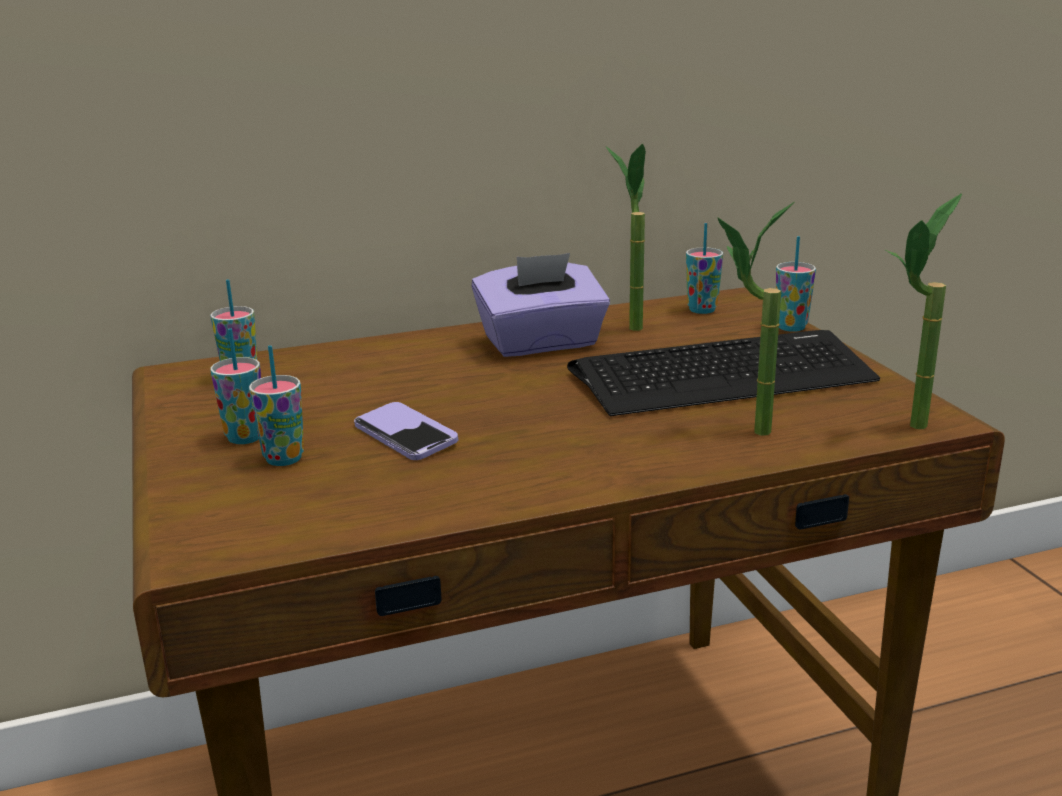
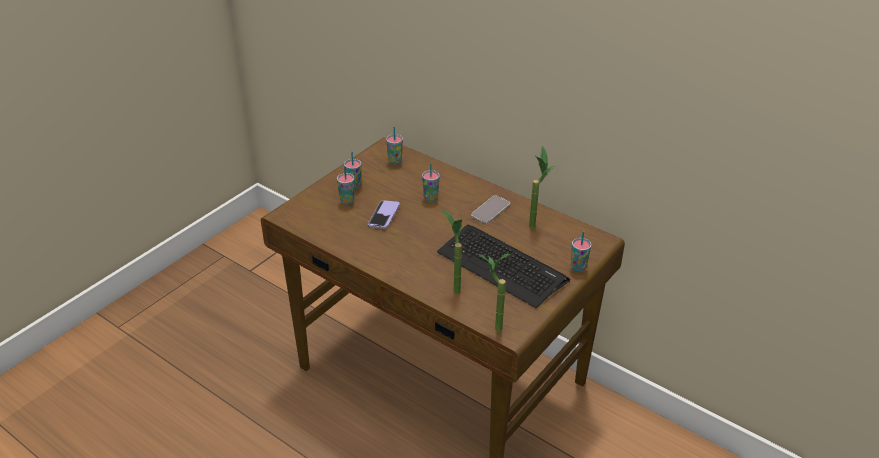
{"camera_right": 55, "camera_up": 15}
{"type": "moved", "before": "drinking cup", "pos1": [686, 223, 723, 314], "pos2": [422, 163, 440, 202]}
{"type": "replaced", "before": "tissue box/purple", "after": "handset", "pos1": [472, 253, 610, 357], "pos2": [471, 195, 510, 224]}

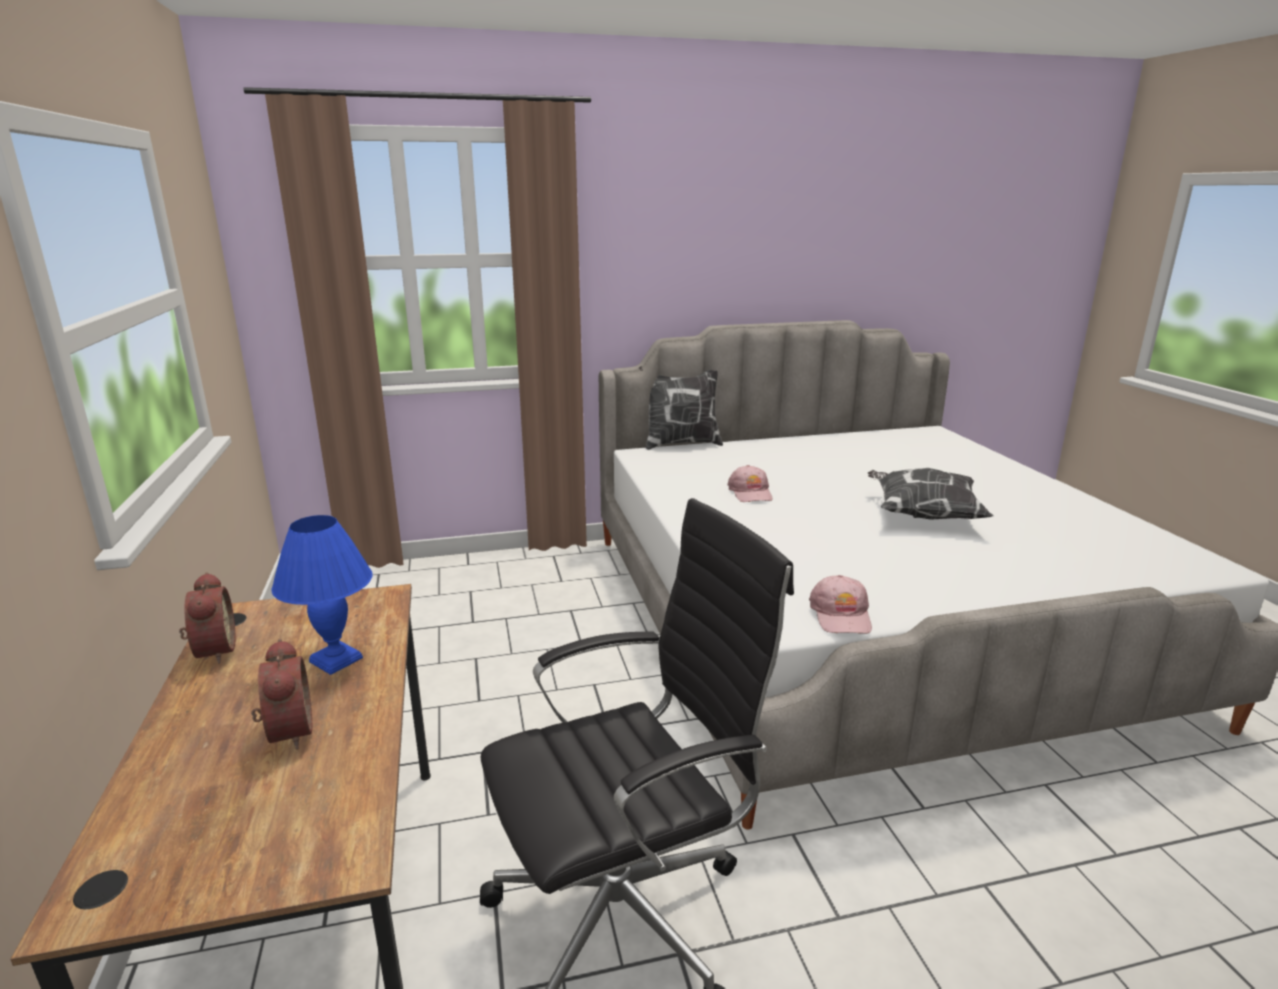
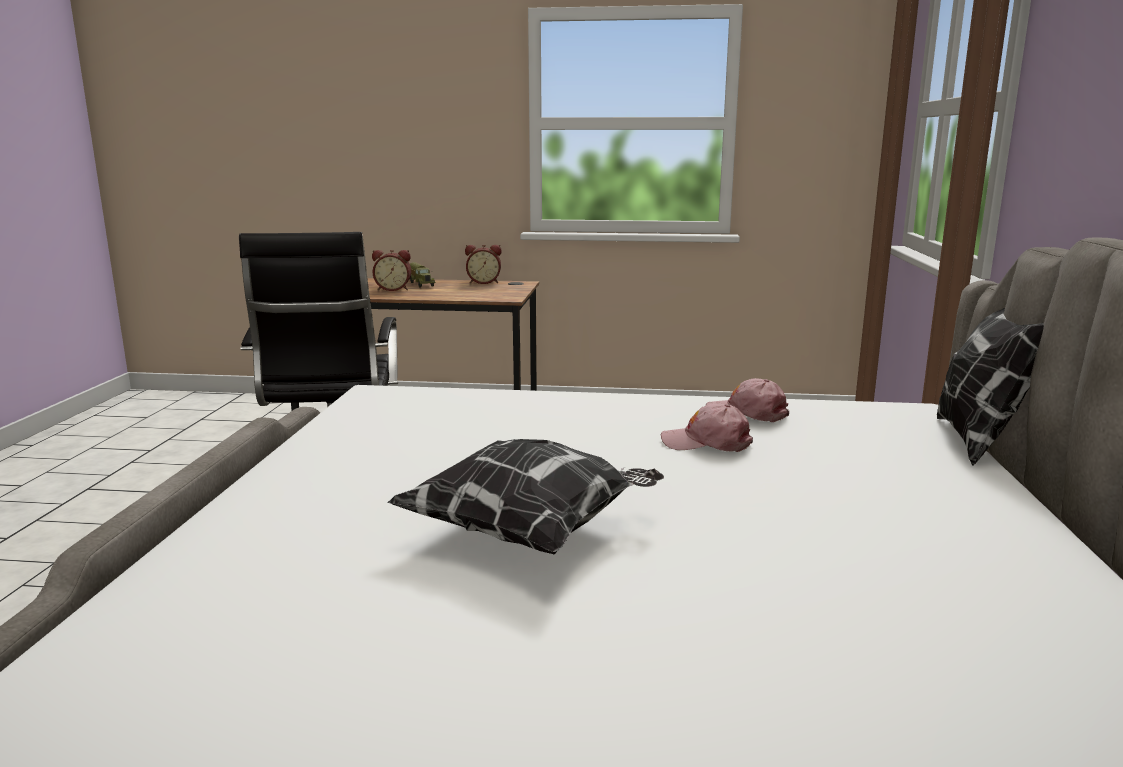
{"camera_right": 110, "camera_up": -5}
{"type": "added", "after": "toy lorry", "pos2": [410, 262, 435, 288]}
{"type": "moved", "before": "cap/pink-coloured", "pos1": [809, 575, 872, 634], "pos2": [706, 378, 789, 422]}
{"type": "removed", "before": "tabletop lamp/blue", "pos1": [272, 515, 373, 675]}

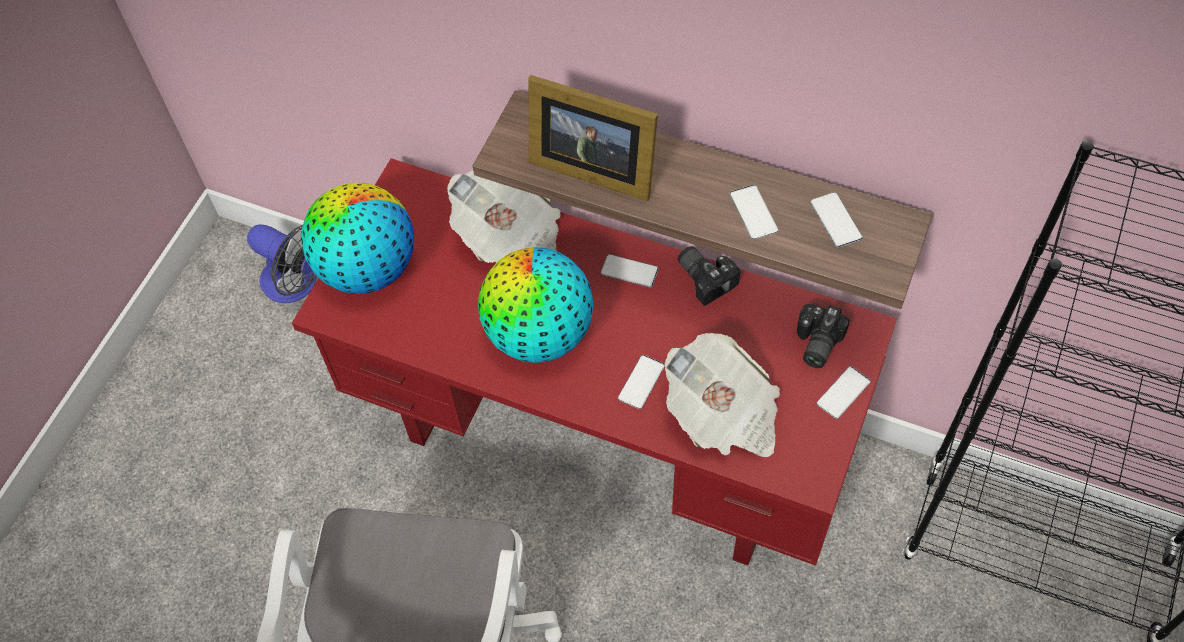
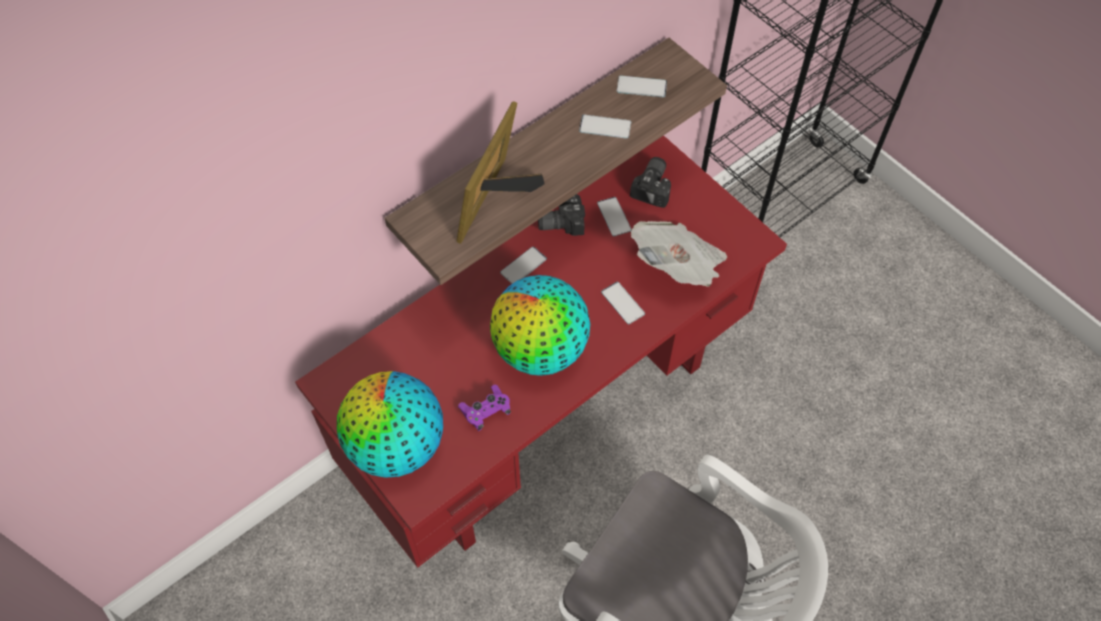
{"camera_right": -65, "camera_up": 0}
{"type": "turned", "before": "standing frame", "pos1": [529, 75, 658, 201], "pos2": [456, 101, 545, 244], "turn": 150}
{"type": "added", "after": "gamepad/purple", "pos2": [458, 384, 511, 431]}
{"type": "moved", "before": "handset", "pos1": [816, 366, 871, 419], "pos2": [597, 197, 632, 236]}
{"type": "turned", "before": "still camera", "pos1": [797, 304, 850, 368], "pos2": [630, 157, 671, 208], "turn": -120}
{"type": "removed", "before": "electric fan", "pos1": [247, 224, 317, 303]}
{"type": "removed", "before": "printed paper", "pos1": [447, 170, 561, 263]}

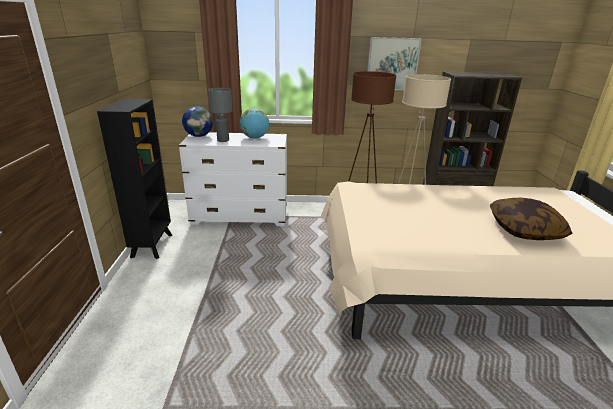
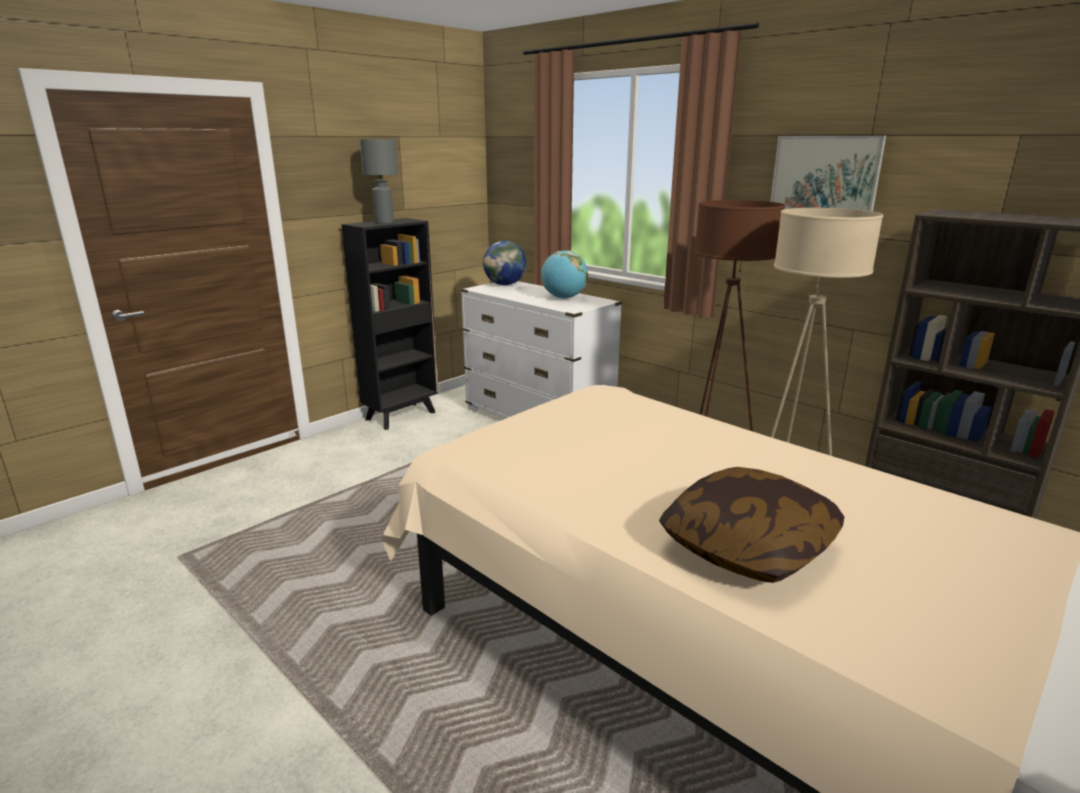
{"camera_right": 45, "camera_up": -5}
{"type": "moved", "before": "tabletop lamp/gray", "pos1": [208, 88, 232, 142], "pos2": [360, 139, 398, 224]}

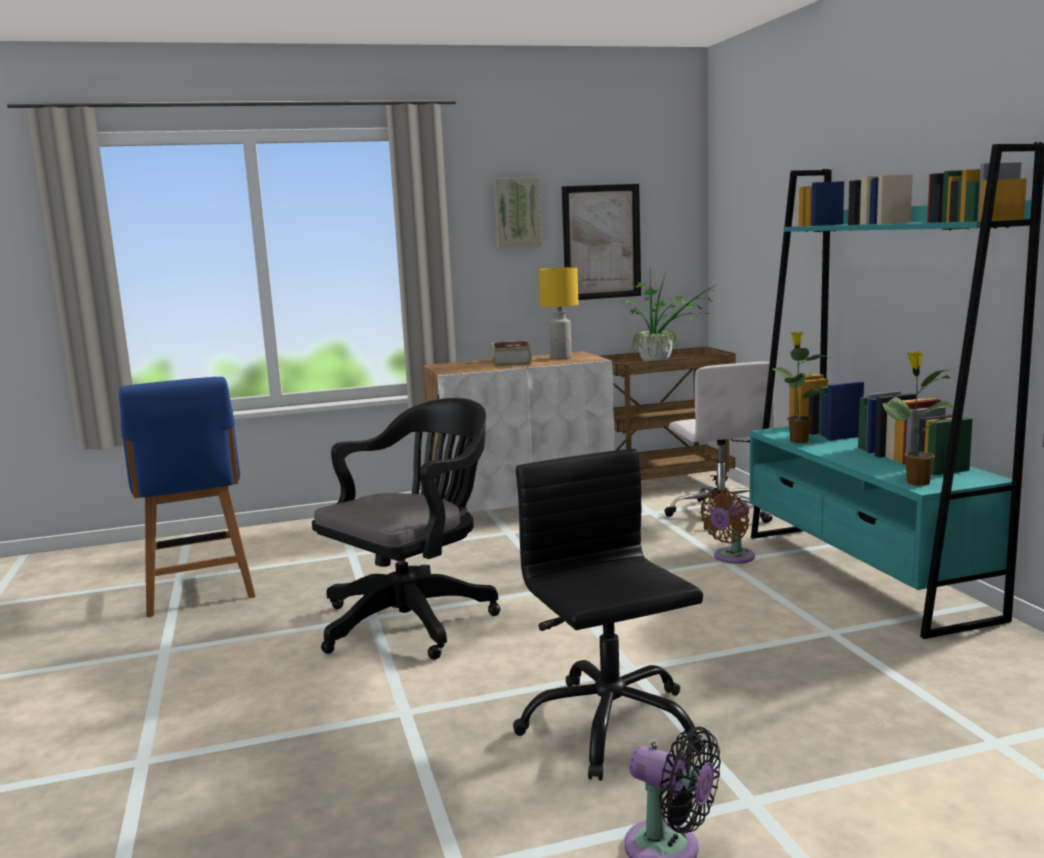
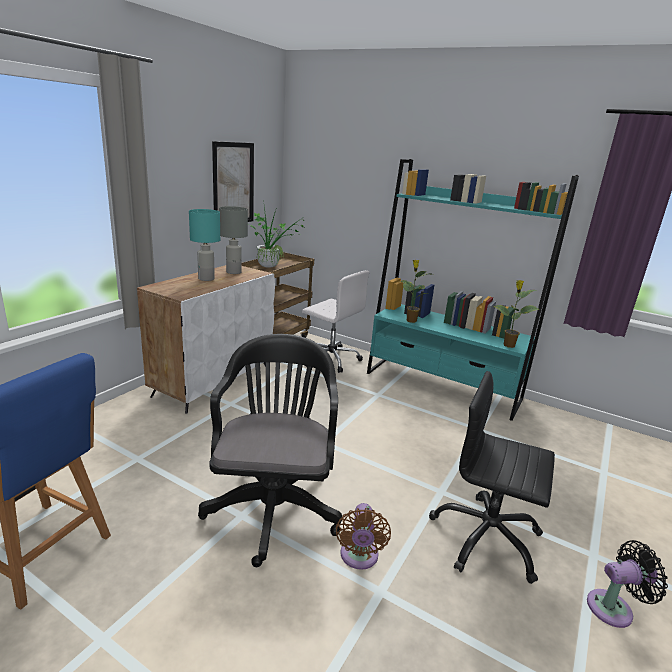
{"camera_right": -45, "camera_up": 10}
{"type": "replaced", "before": "bound book", "after": "tabletop lamp/turquoise-coloured", "pos1": [492, 341, 532, 367], "pos2": [189, 209, 220, 281]}
{"type": "recoloured", "before": "tabletop lamp/yellow", "after": "tabletop lamp/gray", "pos1": [539, 267, 579, 359], "pos2": [219, 206, 248, 274]}
{"type": "moved", "before": "electric fan/brownish", "pos1": [700, 489, 755, 564], "pos2": [336, 503, 391, 570]}
{"type": "removed", "before": "wall picture", "pos1": [494, 177, 542, 248]}

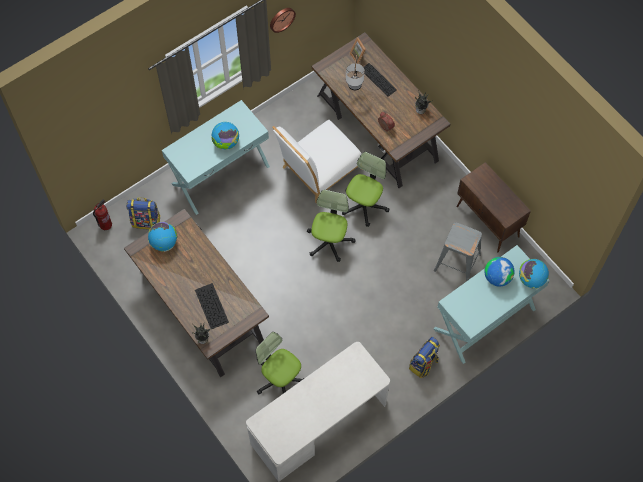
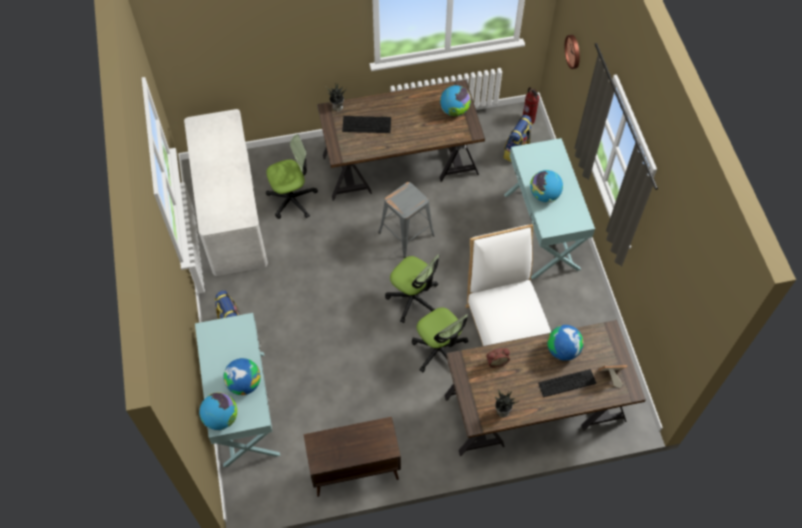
{"camera_right": 115, "camera_up": -5}
{"type": "moved", "before": "sitting stool/gray", "pos1": [434, 223, 482, 281], "pos2": [378, 182, 435, 258]}
{"type": "replaced", "before": "tabletop lamp", "after": "world globe", "pos1": [346, 54, 364, 90], "pos2": [547, 325, 583, 361]}
{"type": "moved", "before": "clock on the wall", "pos1": [270, 8, 296, 33], "pos2": [565, 35, 580, 69]}

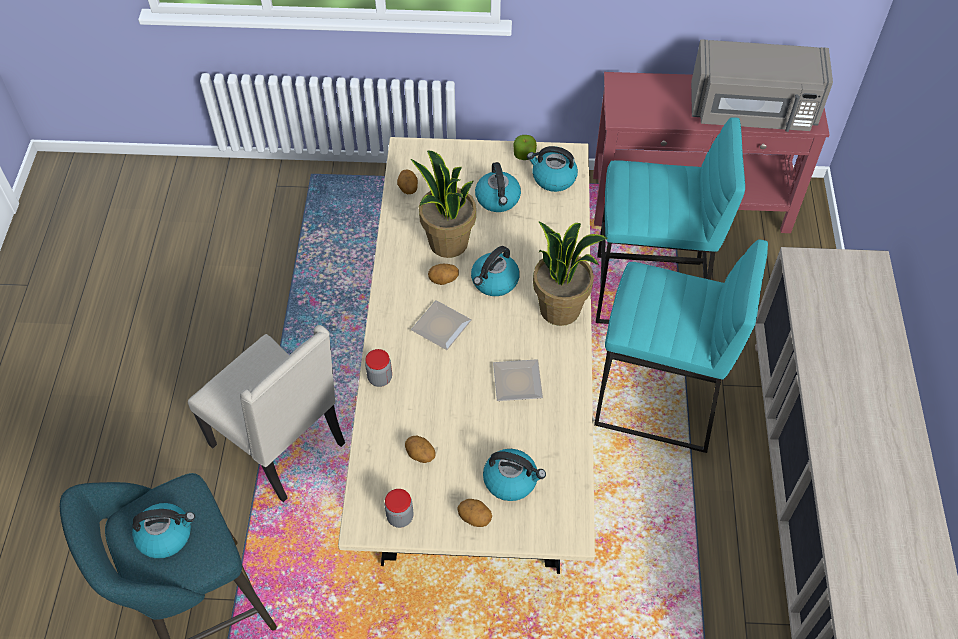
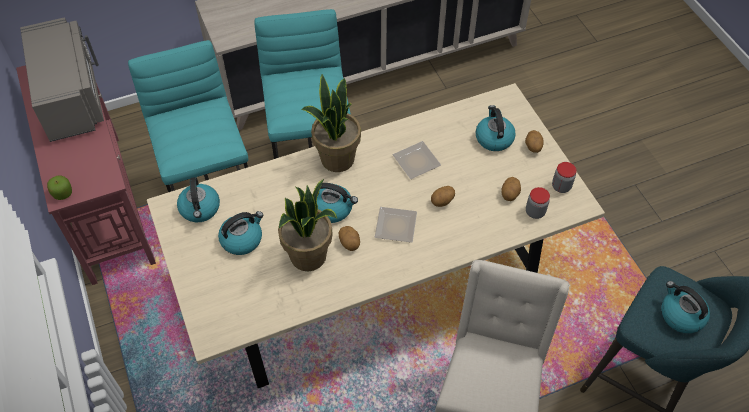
{"camera_right": -115, "camera_up": 0}
{"type": "moved", "before": "apple", "pos1": [514, 135, 537, 160], "pos2": [47, 176, 72, 200]}
{"type": "moved", "before": "spud", "pos1": [397, 169, 418, 194], "pos2": [431, 186, 455, 207]}
{"type": "moved", "before": "jar", "pos1": [365, 349, 392, 387], "pos2": [526, 187, 550, 219]}

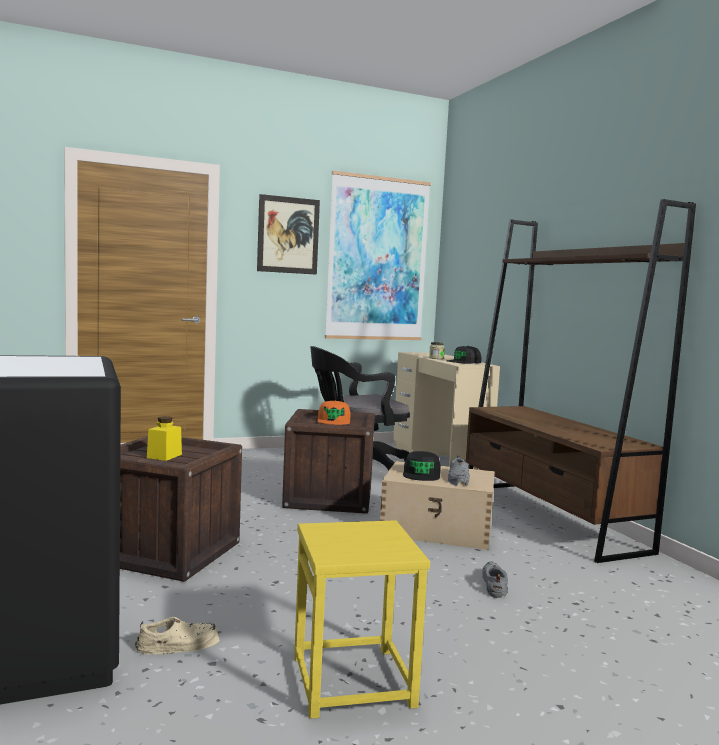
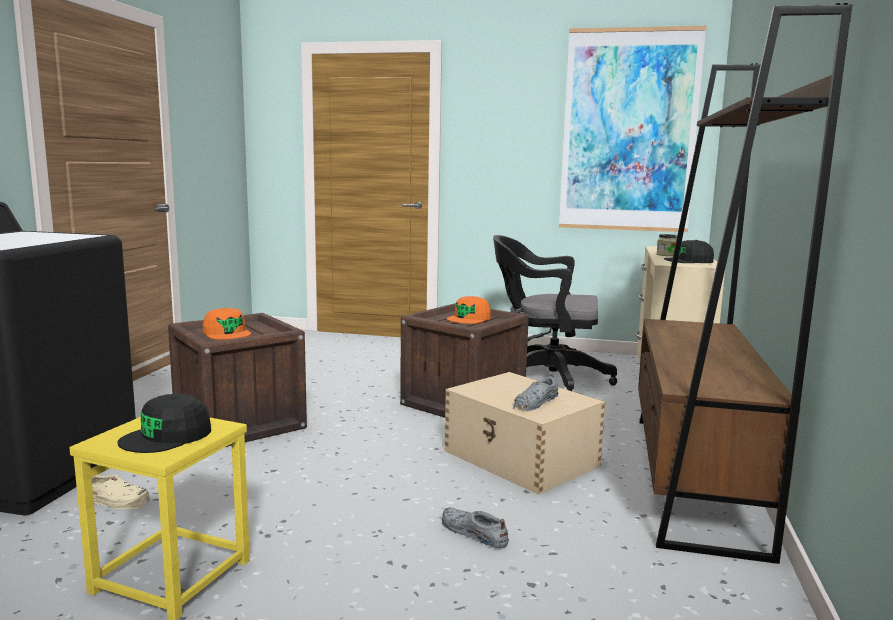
{"camera_right": 35, "camera_up": 5}
{"type": "moved", "before": "cap/blackish", "pos1": [403, 451, 441, 481], "pos2": [118, 394, 211, 453]}
{"type": "replaced", "before": "jar/yellow", "after": "cap/orange-coloured", "pos1": [147, 416, 182, 461], "pos2": [203, 308, 251, 340]}
{"type": "turned", "before": "shoe/gray", "pos1": [482, 562, 508, 598], "pos2": [442, 508, 509, 549], "turn": -90}
{"type": "removed", "before": "wall picture", "pos1": [257, 194, 320, 275]}

